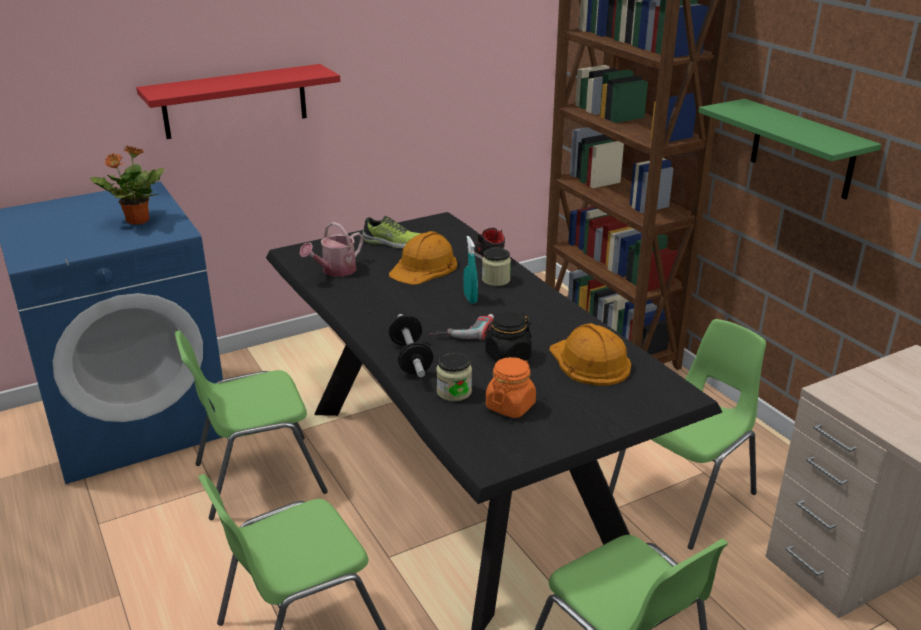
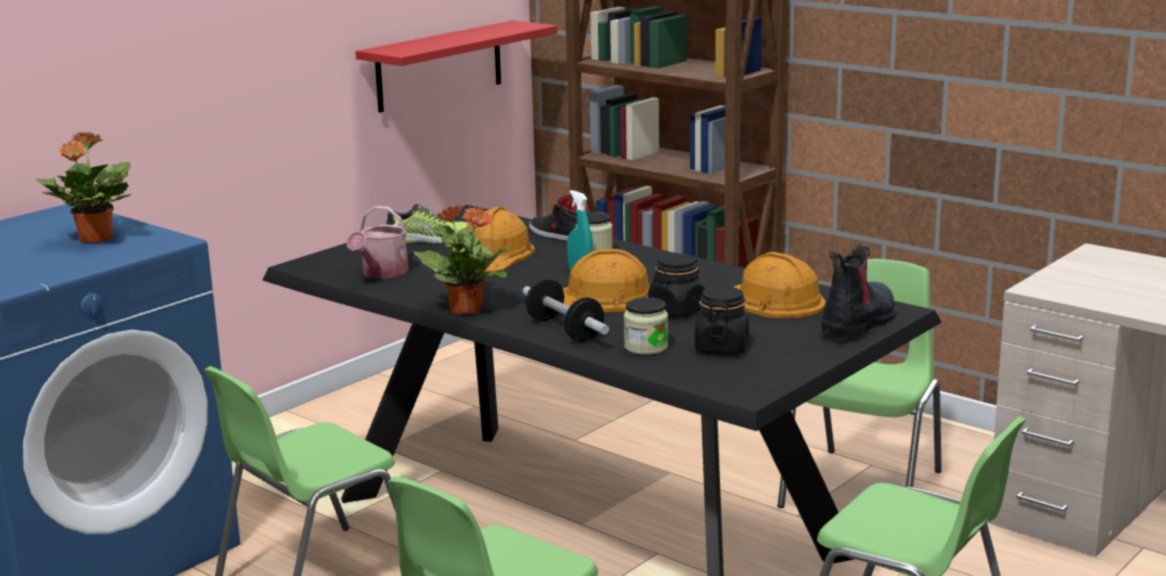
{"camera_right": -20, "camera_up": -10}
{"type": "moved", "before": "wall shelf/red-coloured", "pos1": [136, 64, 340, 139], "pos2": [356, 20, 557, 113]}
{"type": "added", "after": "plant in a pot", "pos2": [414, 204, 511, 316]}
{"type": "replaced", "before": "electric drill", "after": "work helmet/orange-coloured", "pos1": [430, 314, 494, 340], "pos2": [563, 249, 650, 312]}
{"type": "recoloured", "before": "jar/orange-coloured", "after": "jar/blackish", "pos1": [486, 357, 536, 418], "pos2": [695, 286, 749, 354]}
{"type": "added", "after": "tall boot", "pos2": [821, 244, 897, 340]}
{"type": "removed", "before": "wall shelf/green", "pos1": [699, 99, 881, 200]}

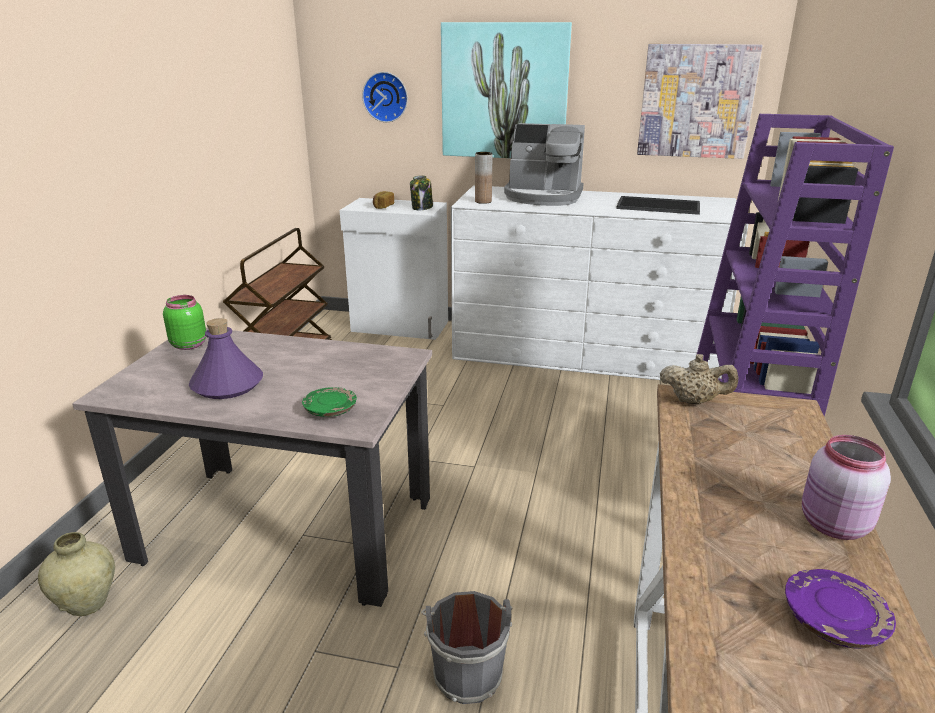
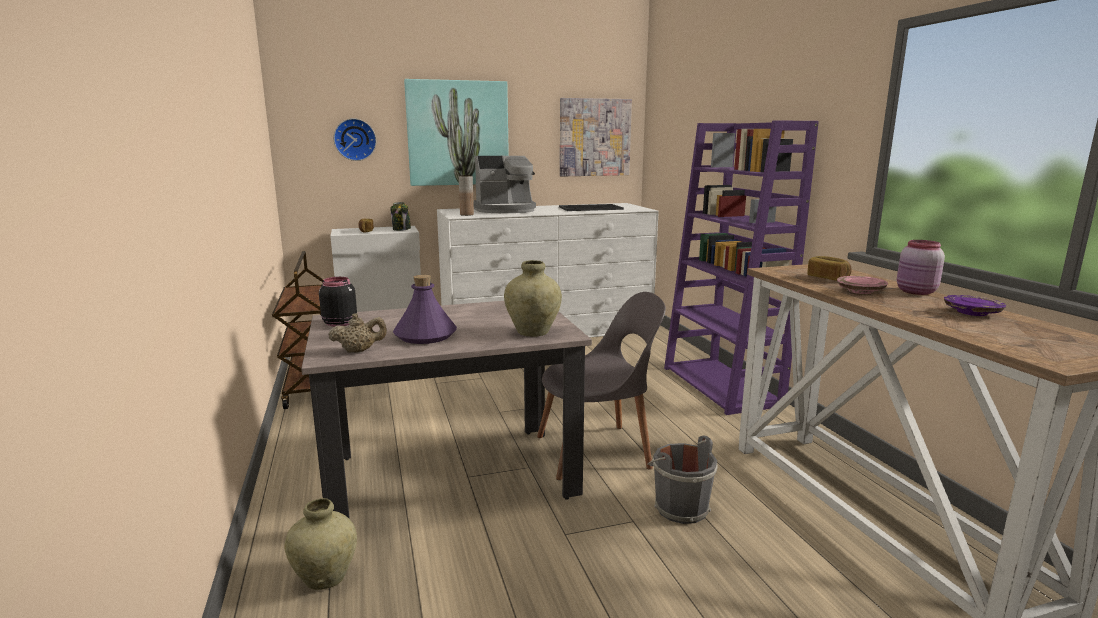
{"camera_right": -30, "camera_up": -10}
{"type": "recoloured", "before": "jar/green", "after": "jar/blackish", "pos1": [163, 295, 206, 350], "pos2": [319, 277, 357, 327]}
{"type": "moved", "before": "pot for tea/sand-coloured", "pos1": [660, 354, 738, 404], "pos2": [328, 313, 387, 353]}
{"type": "replaced", "before": "dinner plate/green", "after": "vase/sand-coloured", "pos1": [302, 387, 357, 417], "pos2": [504, 260, 562, 337]}
{"type": "added", "after": "chair/gray", "pos2": [537, 292, 666, 480]}
{"type": "added", "after": "baked bread", "pos2": [807, 256, 851, 281]}
{"type": "added", "after": "dinner plate/pink-coloured", "pos2": [837, 276, 888, 294]}

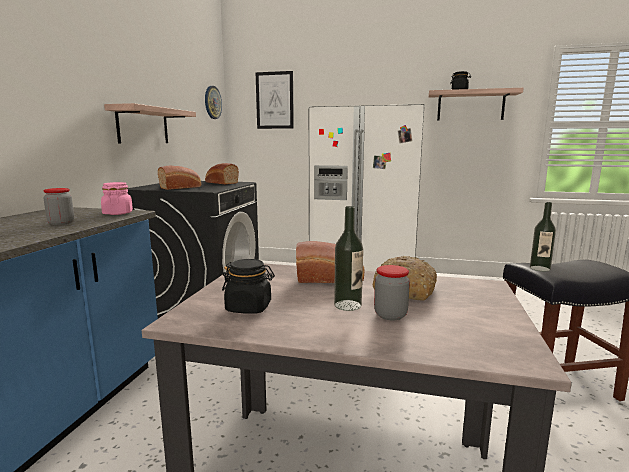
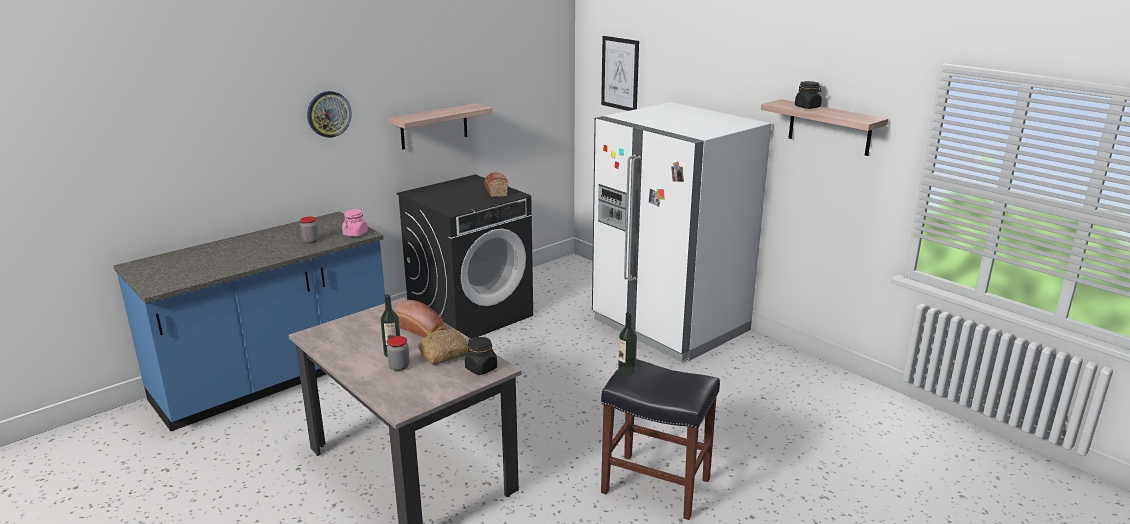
{"camera_right": 35, "camera_up": 10}
{"type": "moved", "before": "clock on the wall", "pos1": [205, 86, 222, 119], "pos2": [307, 91, 352, 138]}
{"type": "moved", "before": "jar/blackish", "pos1": [222, 259, 275, 314], "pos2": [465, 337, 497, 375]}
{"type": "removed", "before": "baked bread", "pos1": [158, 166, 201, 190]}

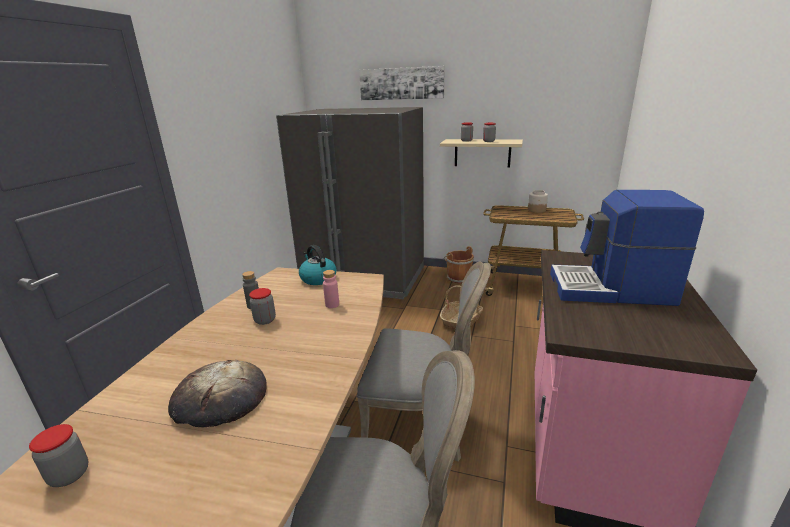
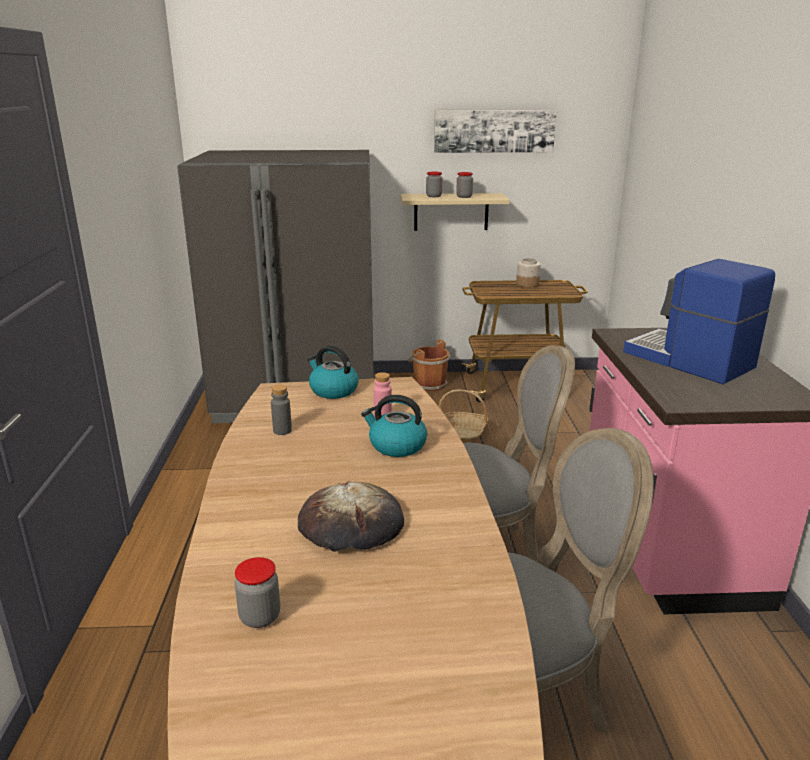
{"camera_right": -20, "camera_up": 0}
{"type": "added", "after": "tea kettle", "pos2": [361, 395, 427, 457]}
{"type": "moved", "before": "wall picture", "pos1": [359, 66, 445, 100], "pos2": [434, 110, 557, 153]}
{"type": "turned", "before": "coffee machine", "pos1": [550, 190, 704, 306], "pos2": [623, 259, 775, 384], "turn": 60}
{"type": "removed", "before": "jar", "pos1": [249, 288, 276, 325]}

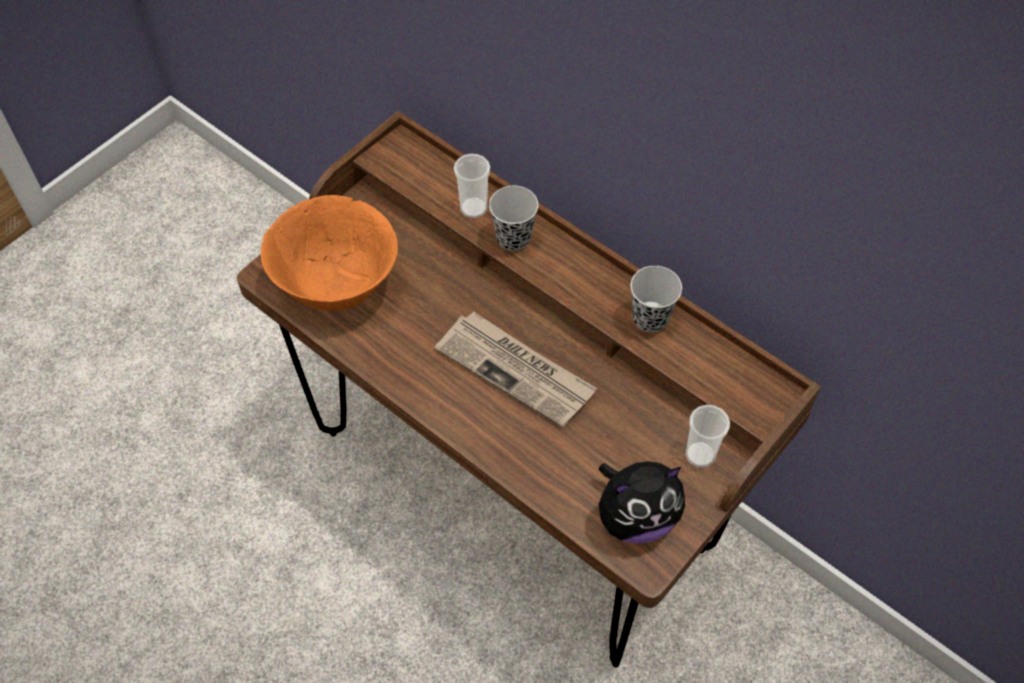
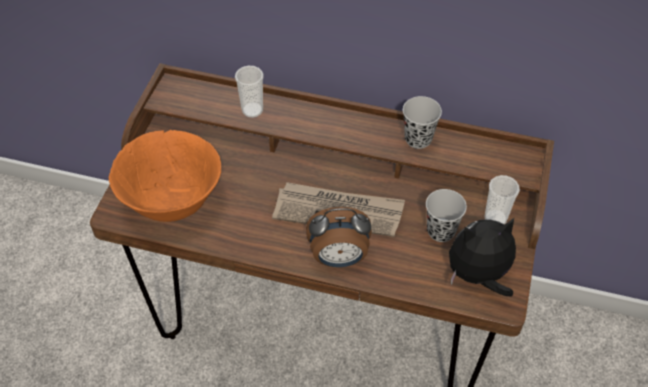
{"camera_right": -25, "camera_up": -5}
{"type": "added", "after": "bedside clock", "pos2": [306, 207, 372, 267]}
{"type": "moved", "before": "drinking cup/blackish", "pos1": [489, 186, 538, 251], "pos2": [426, 189, 467, 242]}
{"type": "turned", "before": "soft toy", "pos1": [598, 461, 685, 544], "pos2": [449, 218, 516, 296], "turn": -150}

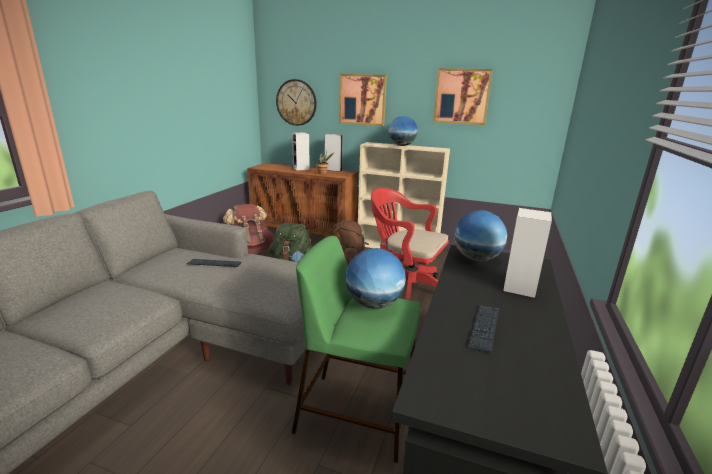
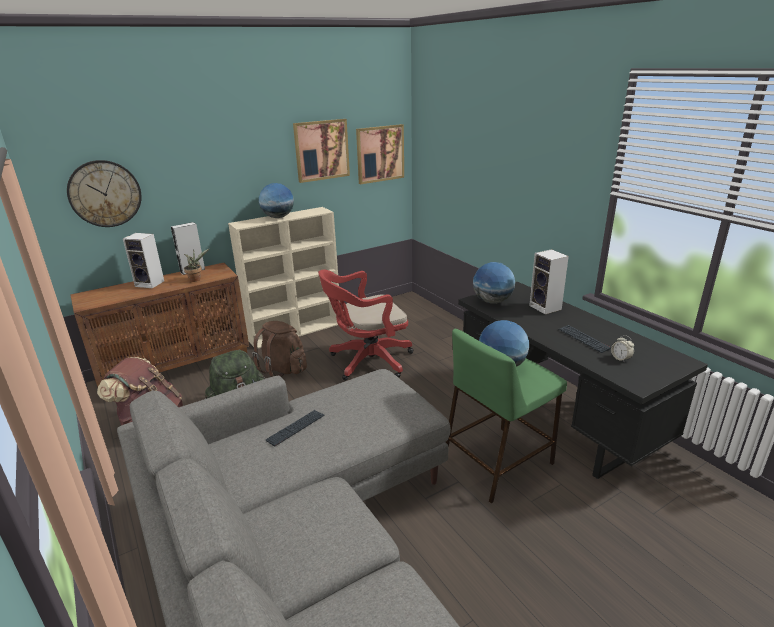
{"camera_right": -50, "camera_up": 5}
{"type": "moved", "before": "wall picture", "pos1": [339, 74, 387, 126], "pos2": [356, 124, 404, 184]}
{"type": "added", "after": "bedside clock", "pos2": [611, 335, 634, 363]}

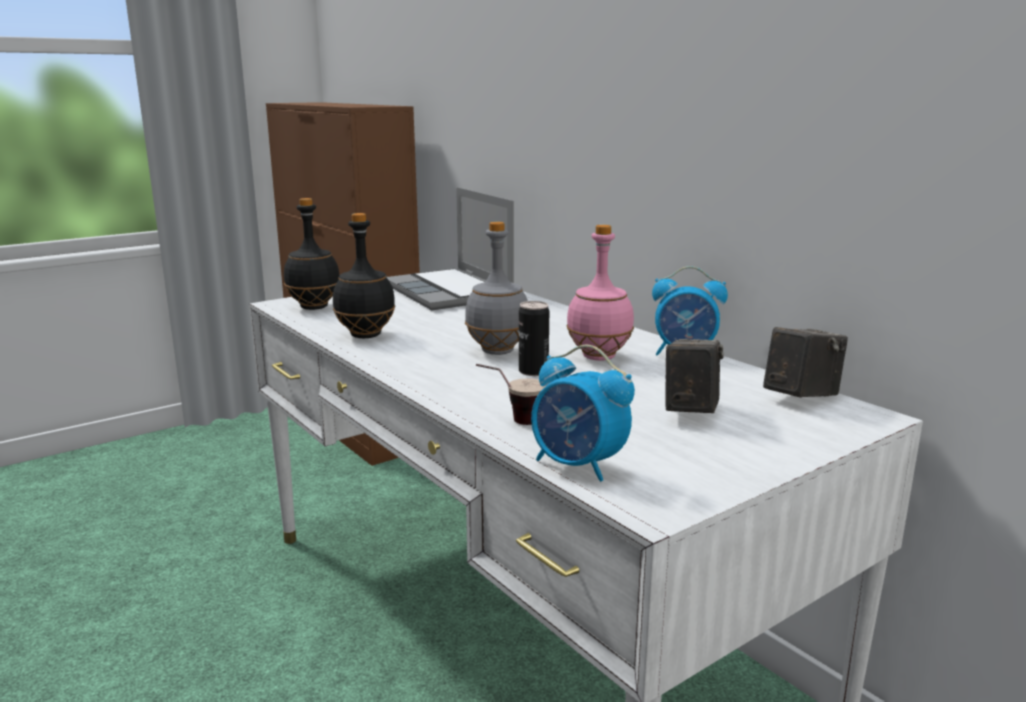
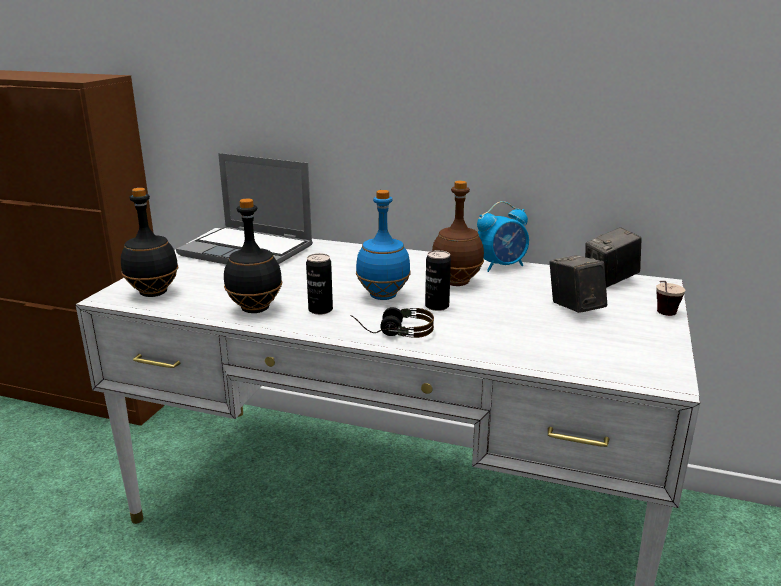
{"camera_right": -35, "camera_up": 5}
{"type": "added", "after": "can", "pos2": [306, 253, 333, 315]}
{"type": "added", "after": "pair of headphones", "pos2": [351, 307, 434, 338]}
{"type": "recoloured", "before": "drink bottle/gray", "after": "drink bottle/blue", "pos1": [465, 222, 528, 355], "pos2": [356, 190, 411, 300]}
{"type": "recoloured", "before": "drink bottle/pink-coloured", "after": "drink bottle/brownish", "pos1": [566, 225, 634, 361], "pos2": [432, 181, 484, 286]}
{"type": "turned", "before": "still camera", "pos1": [763, 327, 848, 398], "pos2": [585, 227, 642, 288], "turn": -135}
{"type": "moved", "before": "drinking cup", "pos1": [476, 364, 546, 425], "pos2": [656, 281, 685, 316]}
{"type": "removed", "before": "bedside clock", "pos1": [531, 345, 635, 482]}

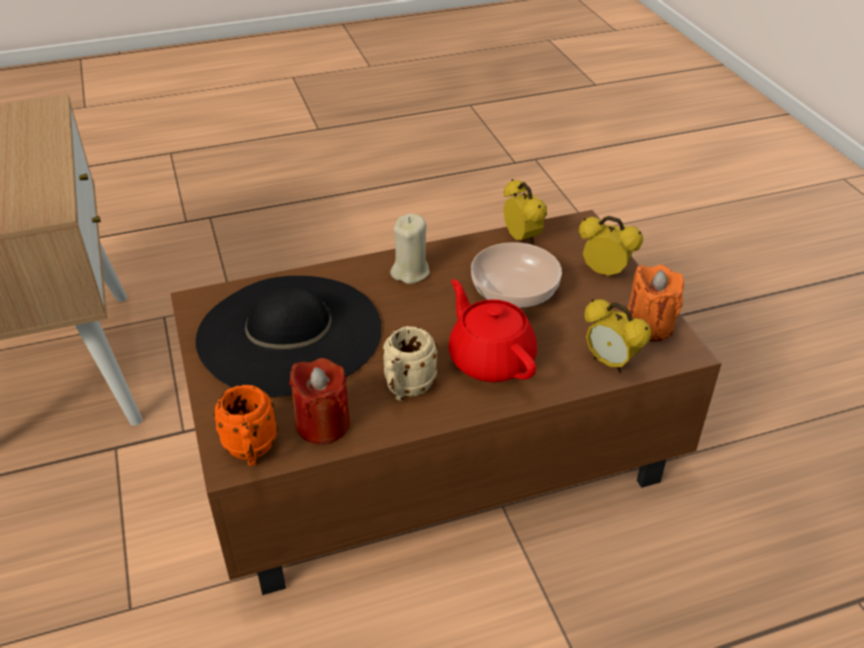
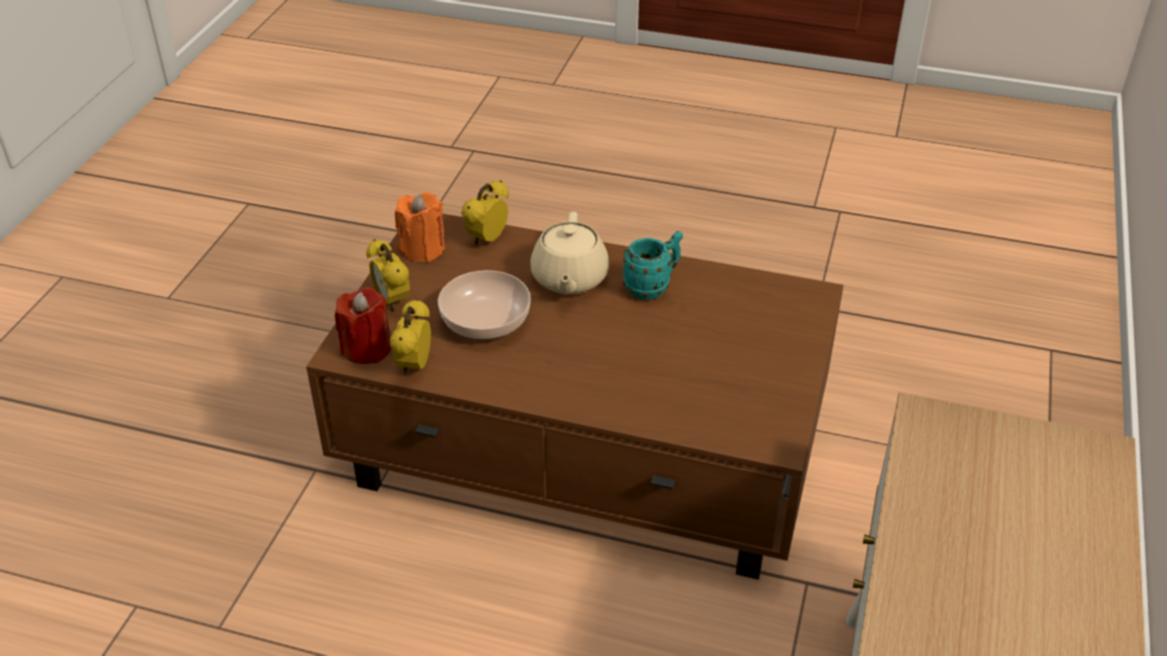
{"camera_right": -145, "camera_up": 0}
{"type": "moved", "before": "wax candle/red-coloured", "pos1": [289, 358, 350, 444], "pos2": [335, 287, 391, 364]}
{"type": "turned", "before": "bedside clock", "pos1": [585, 299, 651, 373], "pos2": [462, 180, 509, 245], "turn": -135}
{"type": "recoloured", "before": "pot for tea/red-coloured", "after": "pot for tea/sand-coloured", "pos1": [448, 279, 537, 382], "pos2": [530, 211, 609, 295]}
{"type": "recoloured", "before": "coffee mug/sand-coloured", "after": "coffee mug/turquoise-coloured", "pos1": [382, 326, 437, 401], "pos2": [623, 231, 683, 300]}
{"type": "removed", "before": "clothing hat/blackish", "pos1": [196, 276, 381, 397]}
{"type": "removed", "before": "coffee mug/orange-coloured", "pos1": [213, 385, 278, 466]}
{"type": "removed", "before": "wax candle/sand-coloured", "pos1": [390, 213, 430, 284]}

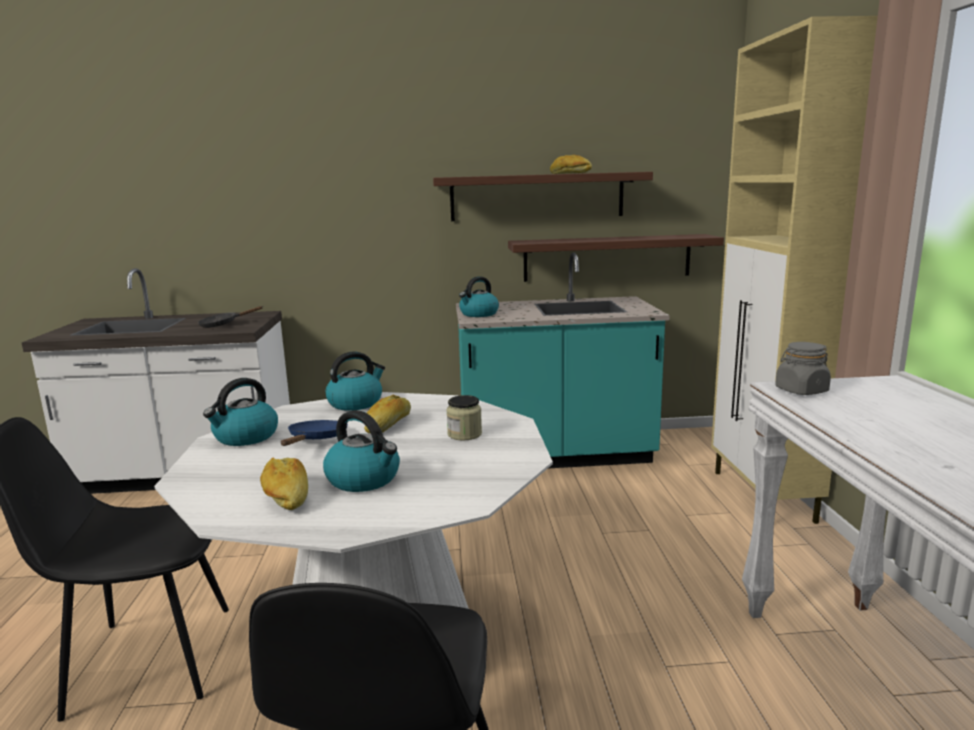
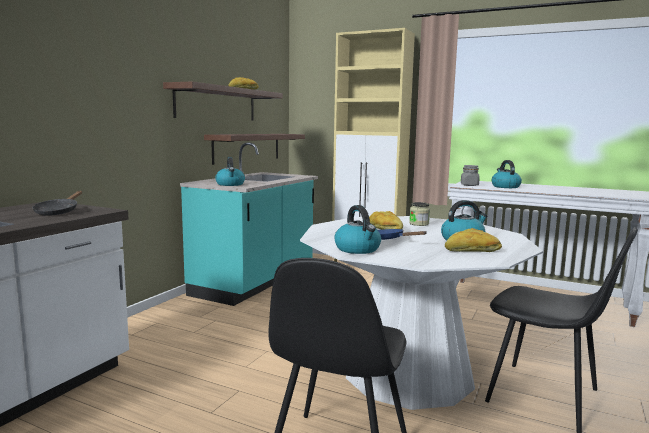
{"camera_right": -60, "camera_up": -5}
{"type": "moved", "before": "tea kettle", "pos1": [325, 351, 385, 411], "pos2": [492, 160, 522, 188]}

